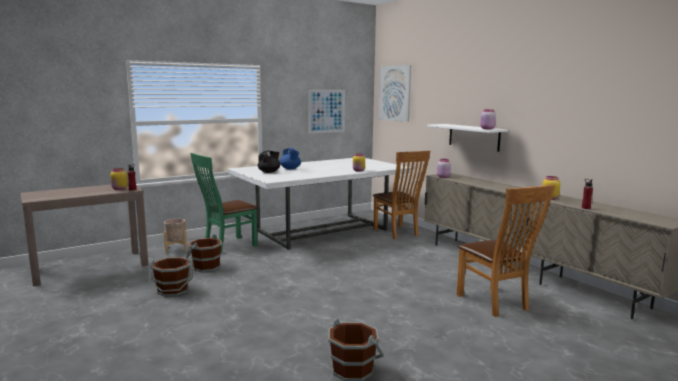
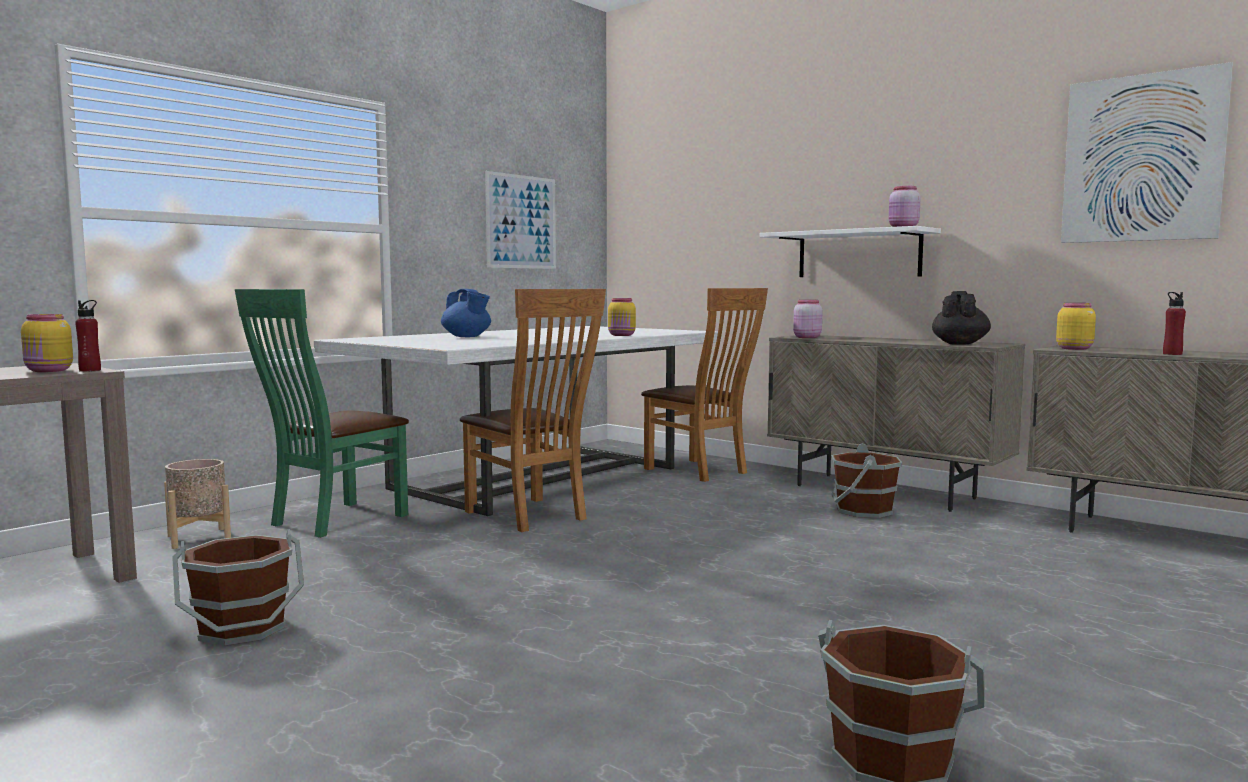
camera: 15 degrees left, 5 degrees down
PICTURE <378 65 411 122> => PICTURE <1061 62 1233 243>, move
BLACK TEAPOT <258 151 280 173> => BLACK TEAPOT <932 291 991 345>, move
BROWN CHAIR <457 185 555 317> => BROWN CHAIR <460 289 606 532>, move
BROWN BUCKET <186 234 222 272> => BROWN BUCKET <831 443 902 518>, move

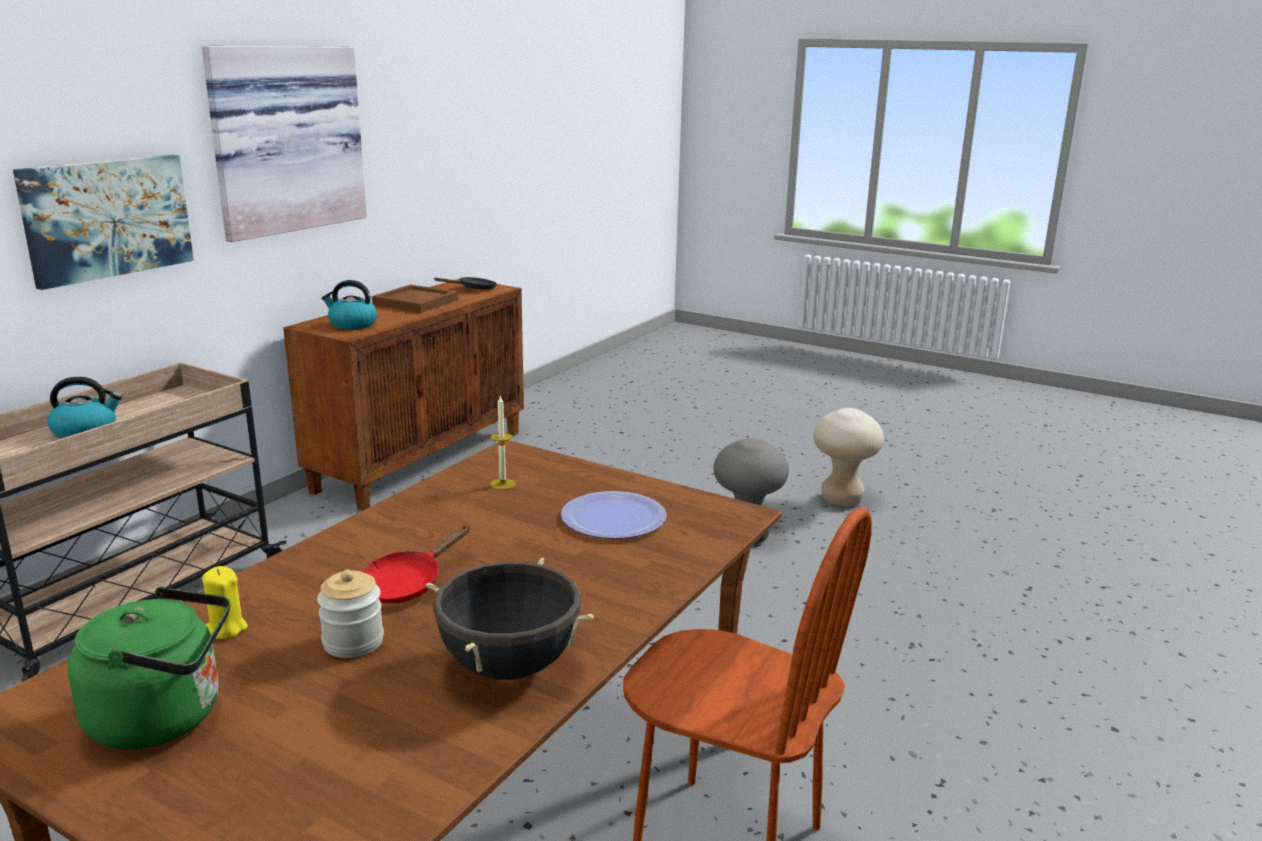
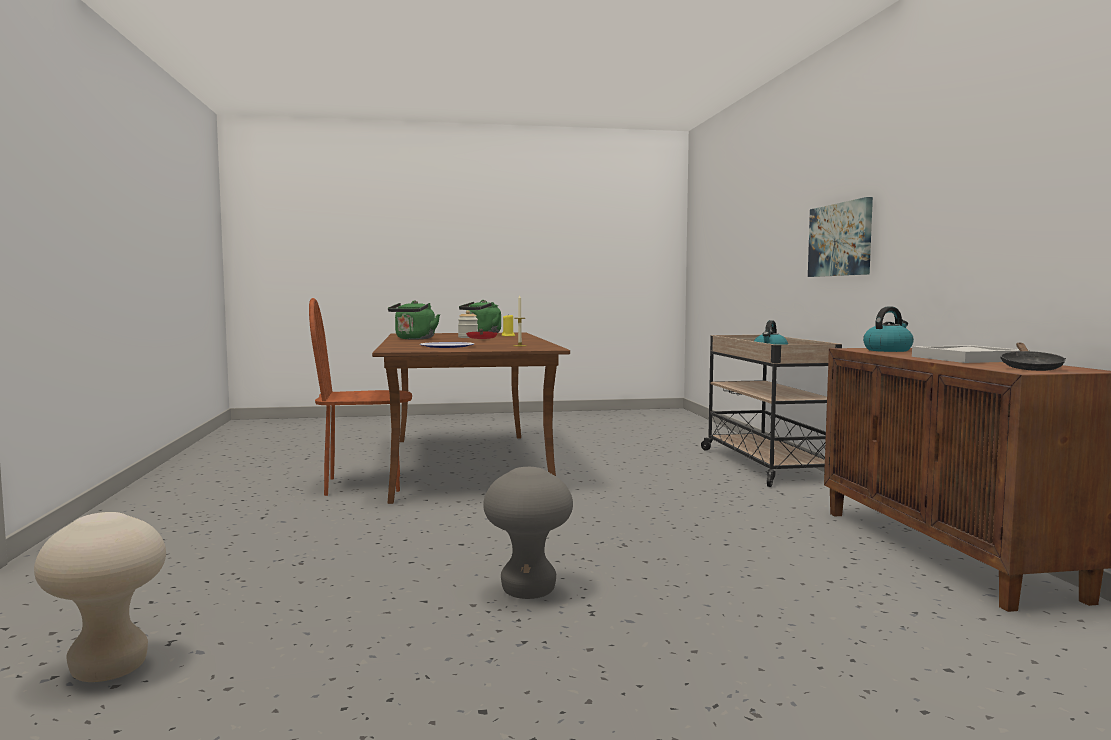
camera: 140 degrees right, 15 degrees down
PICTURE <202 46 367 242> => nothing
BROWN TRAY <372 284 458 313> => WHITE TRAY <912 345 1030 363>
BEIGE STOOL <813 408 884 507> => BEIGE STOOL <34 512 166 682>, move
BLACK COOKING POT <426 558 594 680> => GREEN KETTLE <388 300 440 339>

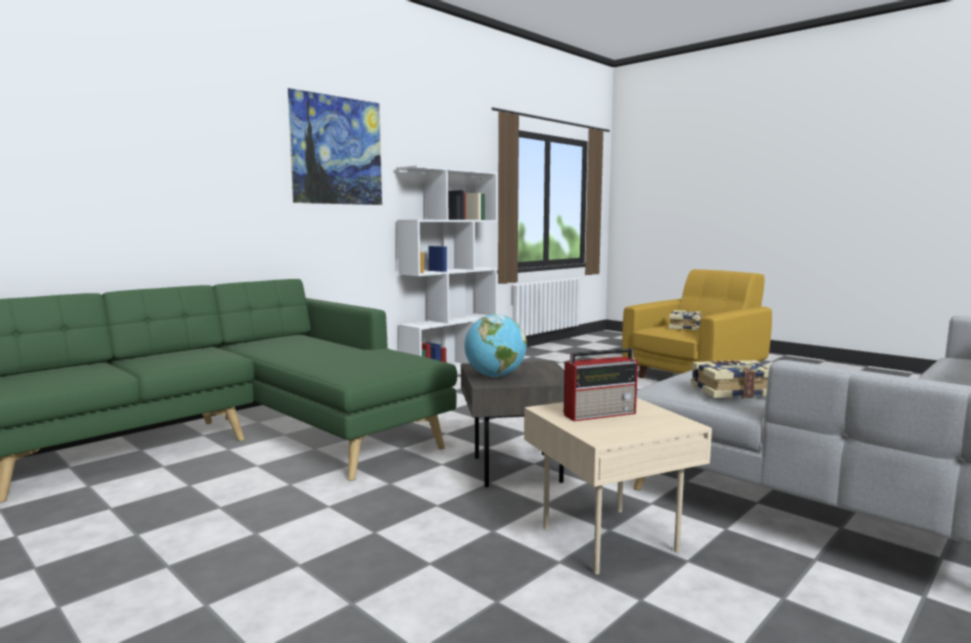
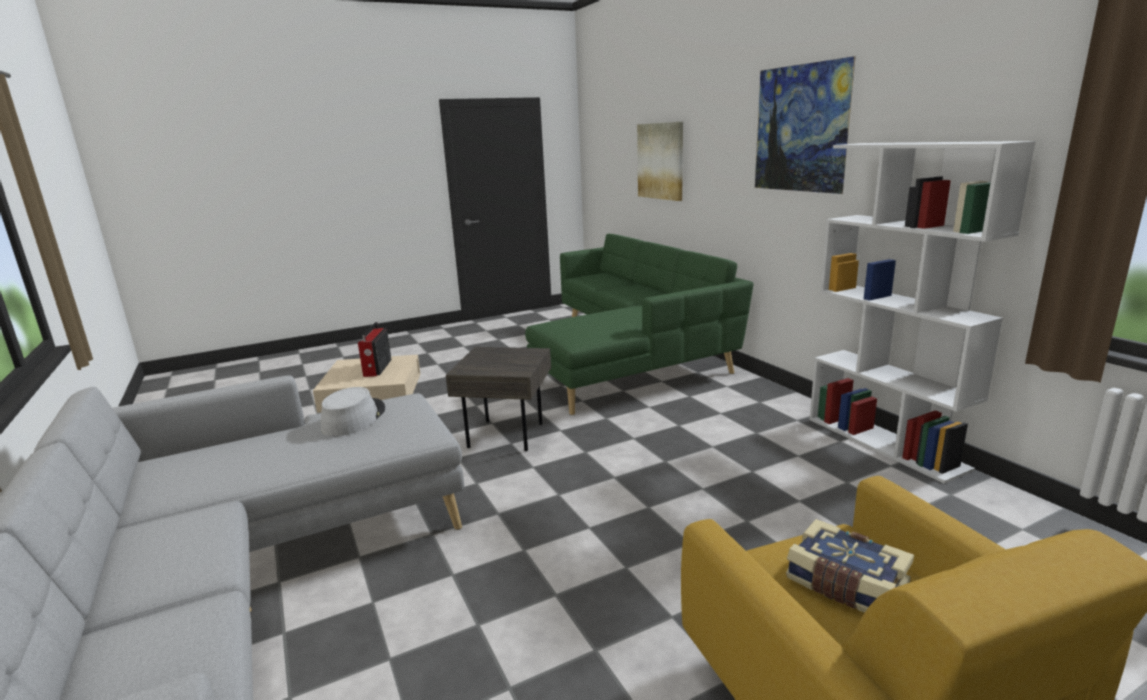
camera: 110 degrees right, 10 degrees up
GLOBE <464 314 527 377> => nothing
BOOK <691 360 770 398> => GREY HAT <321 387 385 436>
nothing => PICTURE <637 122 683 201>

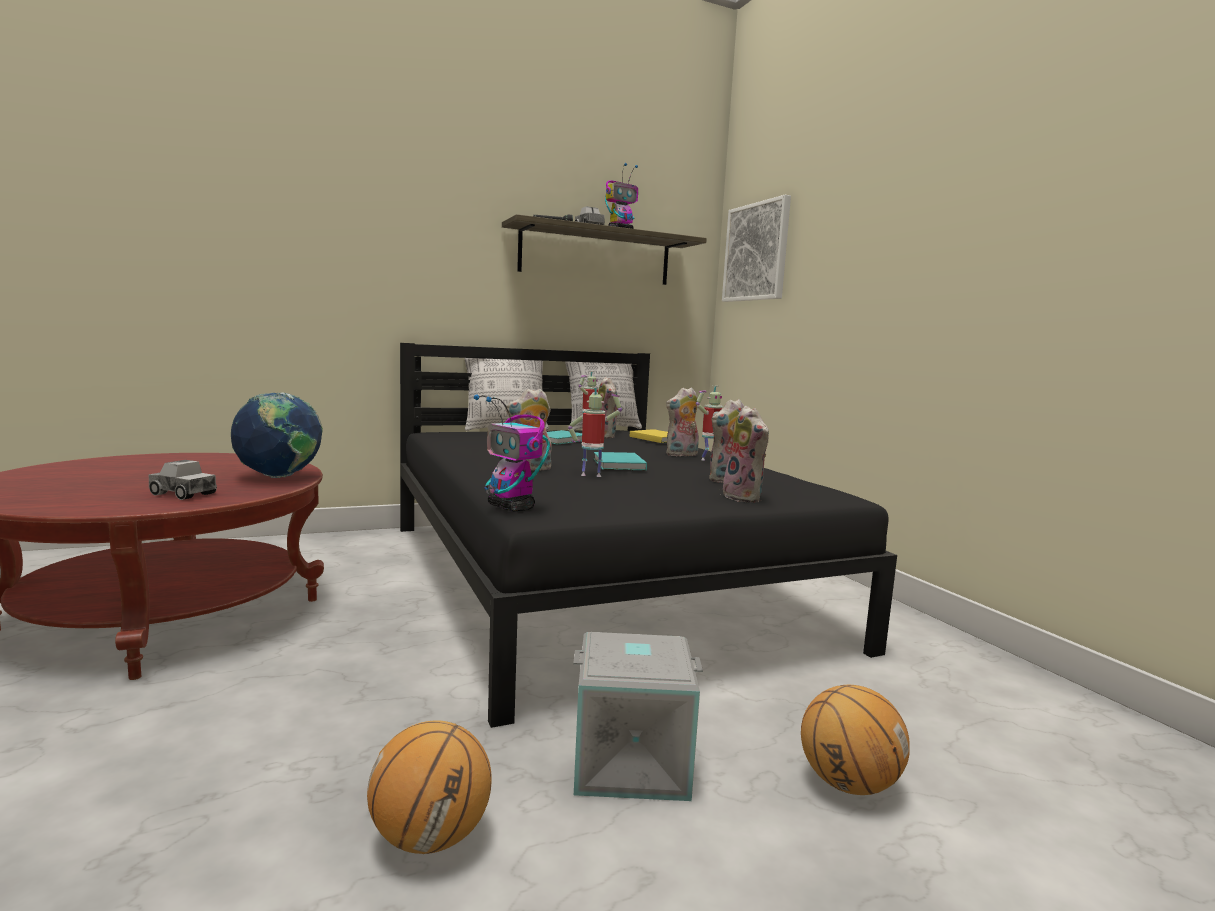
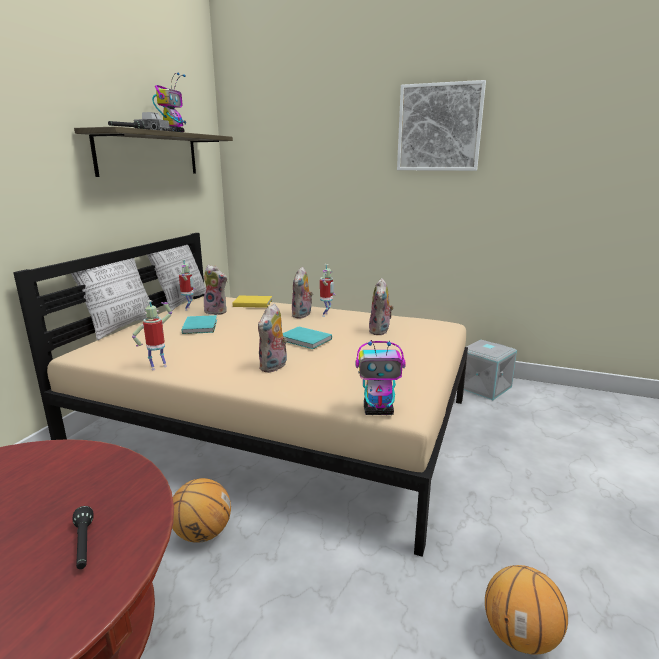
camera: 45 degrees left, 10 degrees up
PICTURE <722 195 791 302> => PICTURE <397 80 486 171>, move
BLACK BED <400 343 897 728> => BEIGE BED <13 233 468 557>
TOY ROBOT <568 387 622 477> => TOY ROBOT <132 300 172 370>, move
GLOBE <231 392 323 478> => nothing
PLUSH TOY <723 406 769 503> => nothing
TOY TRUCK <149 460 217 500> => BLACK FLASHLIGHT <73 506 93 569>
GREY STORAGE BOX <573 632 703 801> => GREY STORAGE BOX <464 339 517 400>, move
BASKETBALL <801 685 910 795> => BASKETBALL <172 478 231 543>, move

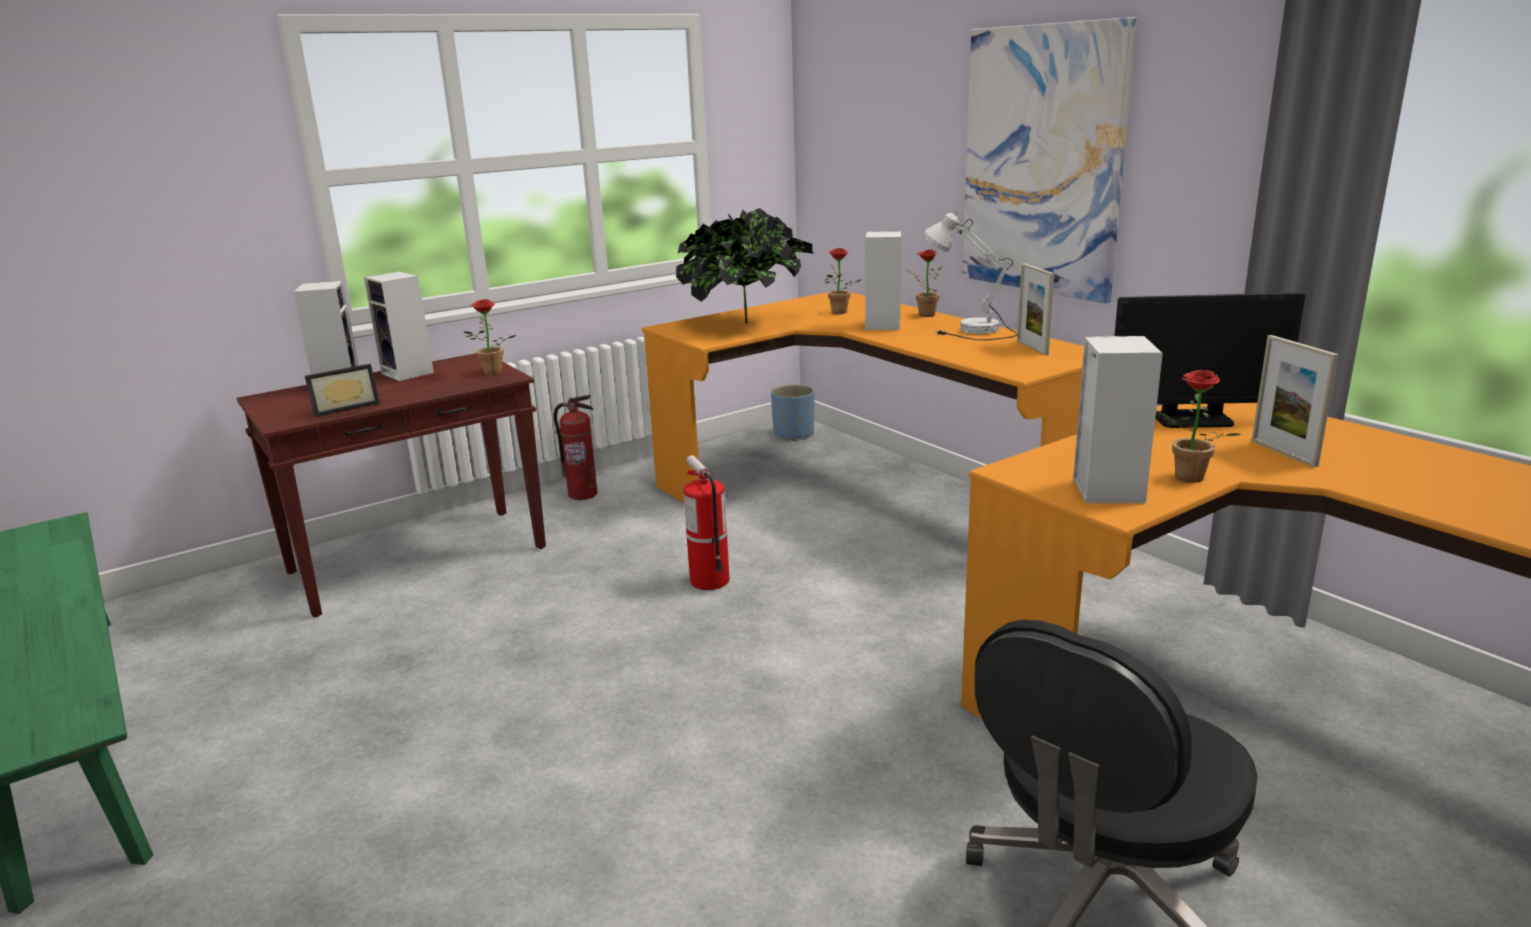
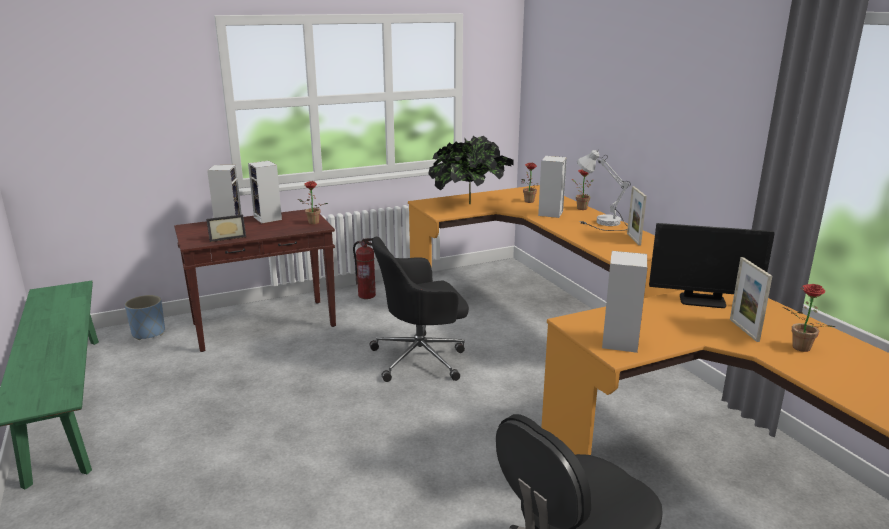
camera: 10 degrees right, 0 degrees up
PICTURE <962 17 1137 303> => nothing
POTTED PLANT <1157 370 1240 483> => POTTED PLANT <782 284 836 352>, move
BLUE PLANTER <771 384 815 441> => BLUE PLANTER <125 295 165 340>, move
FIRE EXTINGUISHER <684 455 729 590> => BLACK OFFICE CHAIR <370 236 469 382>

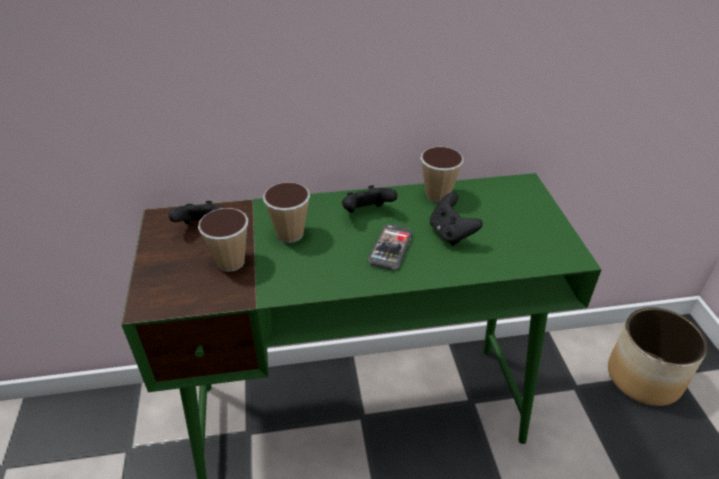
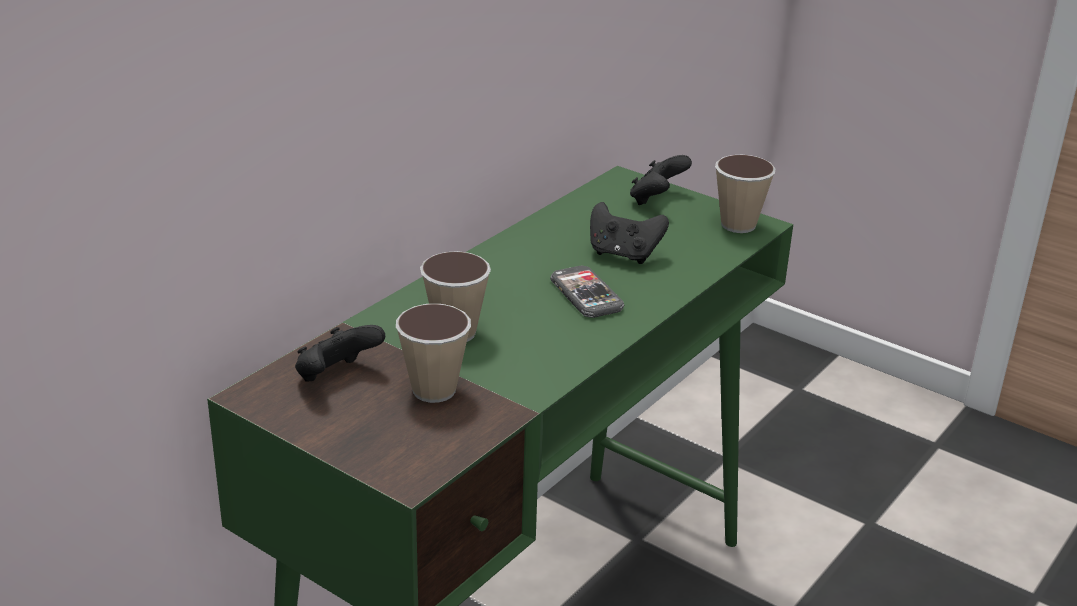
camera: 45 degrees left, 10 degrees down
CUP <420 146 464 203> => CUP <715 155 775 233>, move
BLACK GAME CONTROLLER <342 185 398 213> => BLACK GAME CONTROLLER <630 155 692 205>, move
PLANTER <608 307 707 406> => nothing

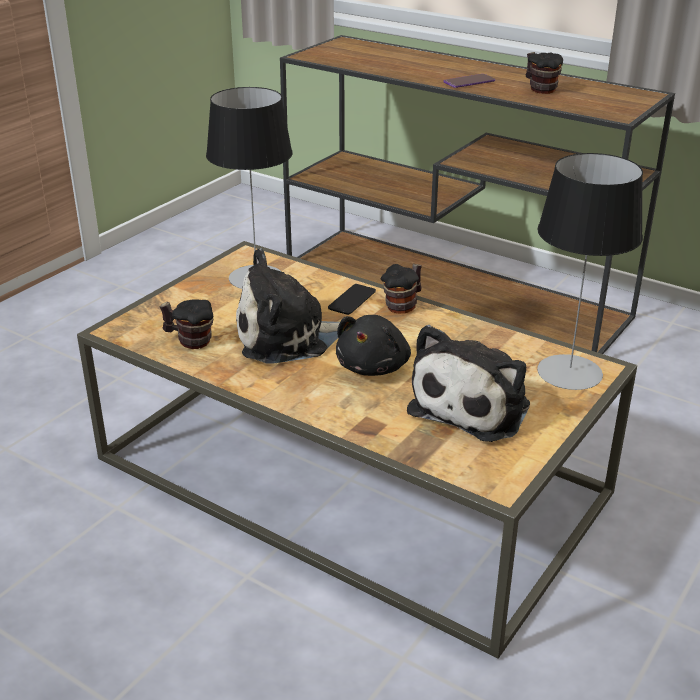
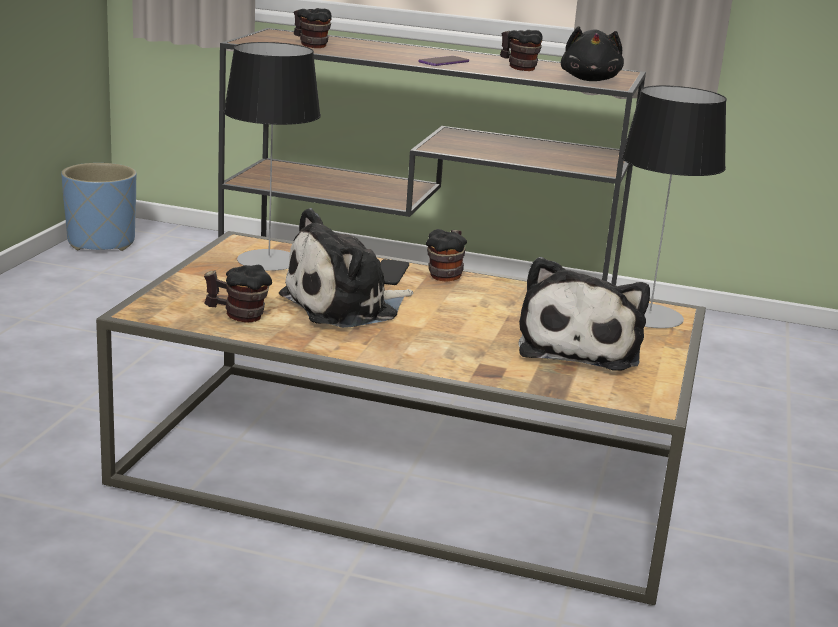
camera: 20 degrees left, 10 degrees down
BLACK PLUSH TOY <336 315 411 376> => BLACK PLUSH TOY <561 26 624 81>, move
nothing => MUG <294 8 332 48>
nothing => BLUE PLANTER <61 163 136 251>

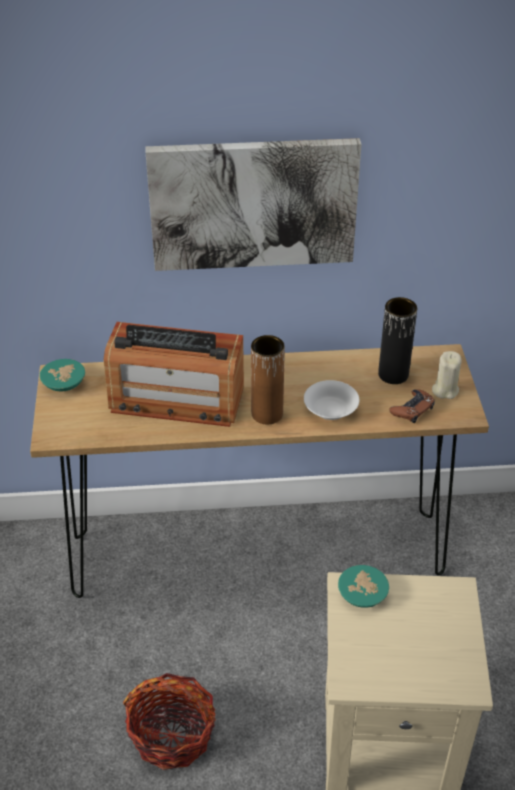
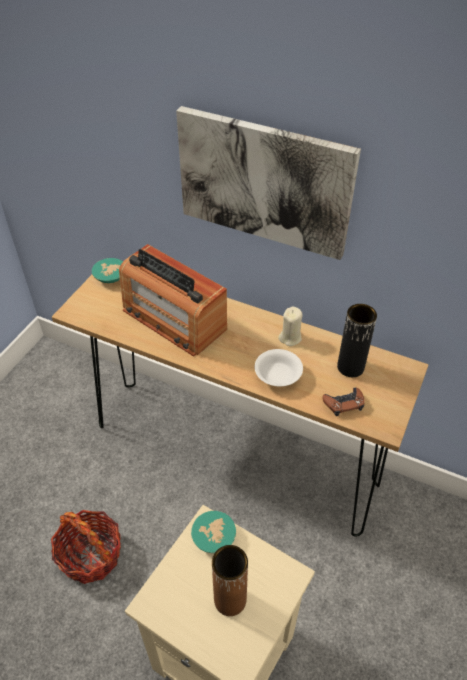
camera: 30 degrees right, 5 degrees up
BROWN VASE <251 335 285 425> => BROWN VASE <212 545 248 616>, move
BEIGE CANDLE <432 351 462 399> => BEIGE CANDLE <279 306 303 346>, move

